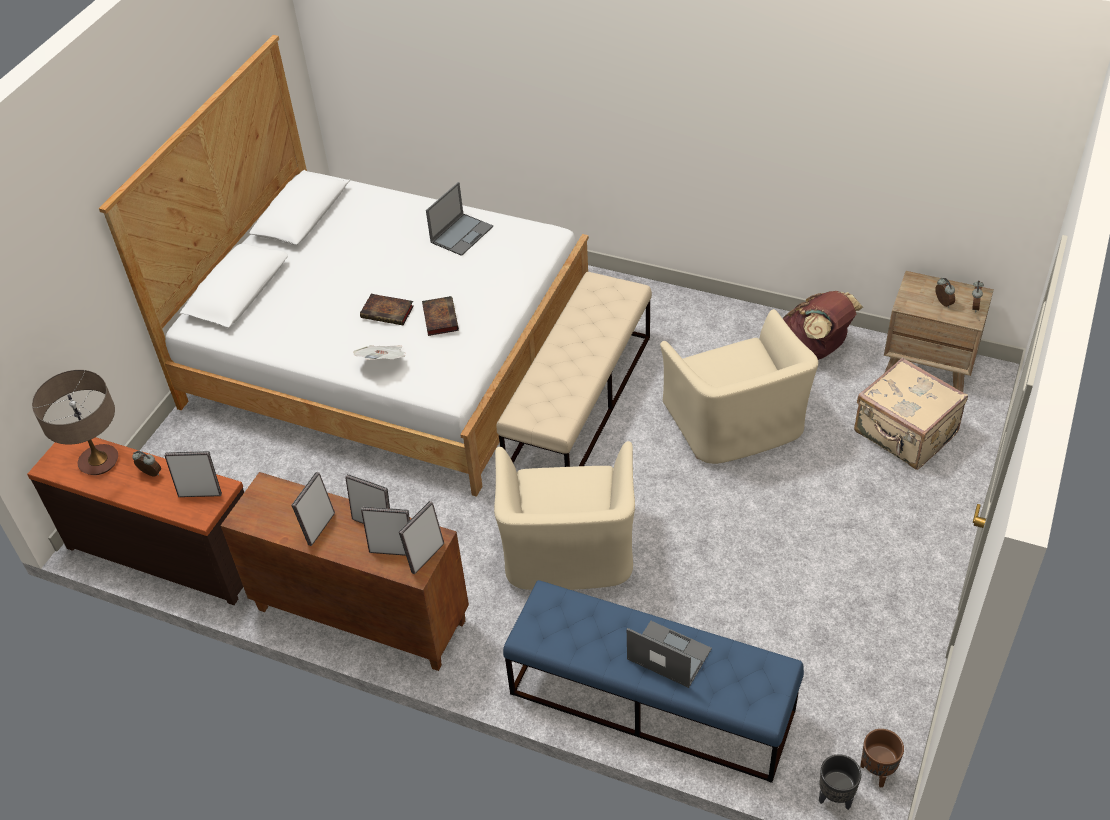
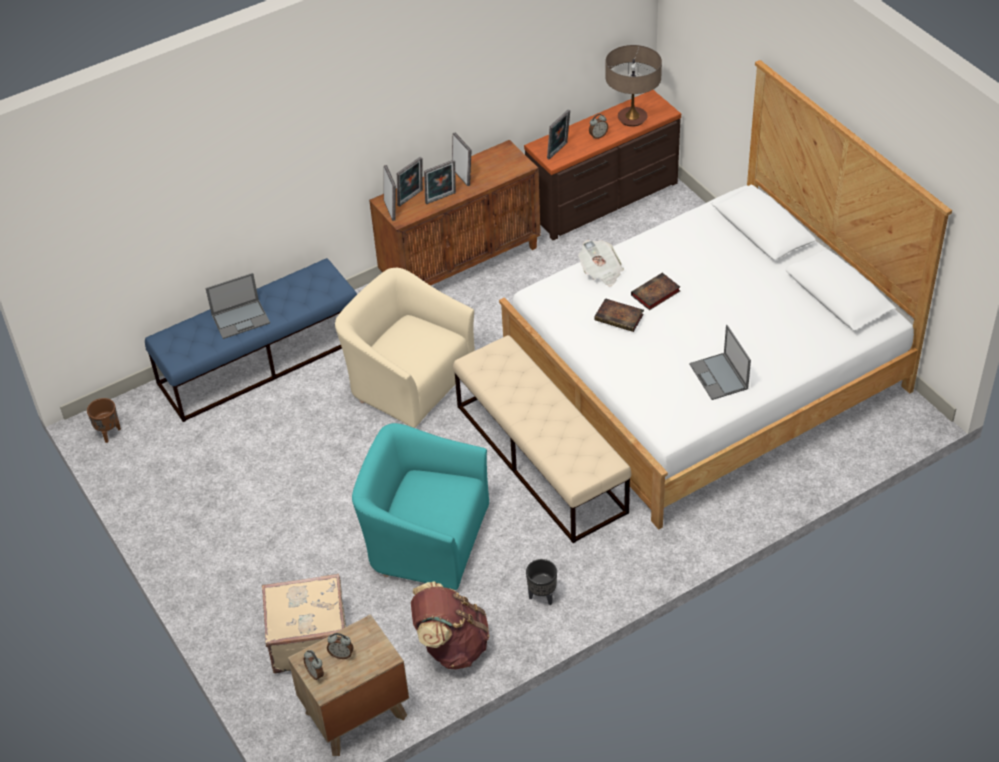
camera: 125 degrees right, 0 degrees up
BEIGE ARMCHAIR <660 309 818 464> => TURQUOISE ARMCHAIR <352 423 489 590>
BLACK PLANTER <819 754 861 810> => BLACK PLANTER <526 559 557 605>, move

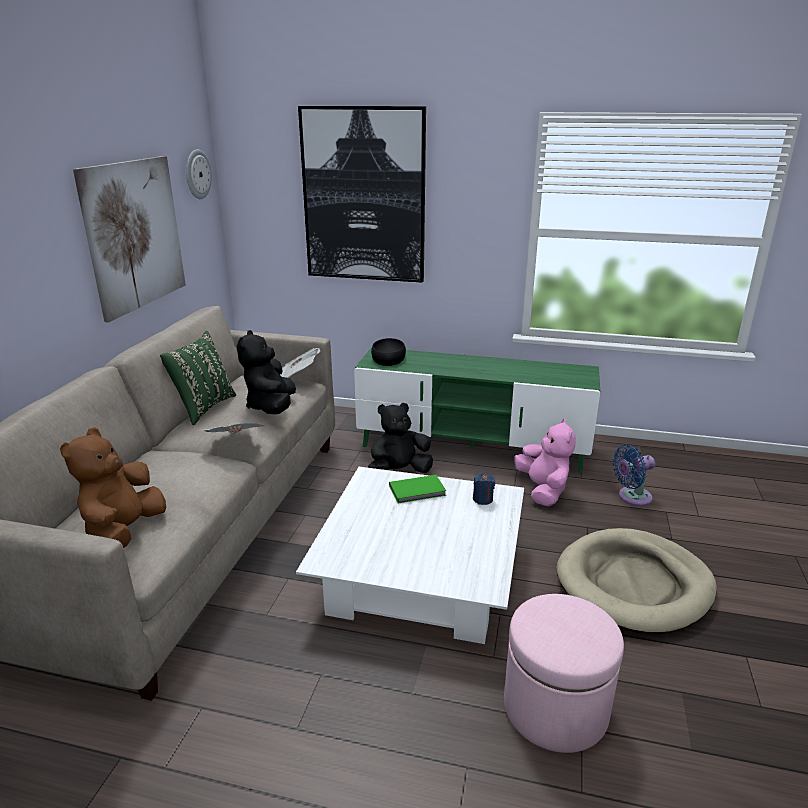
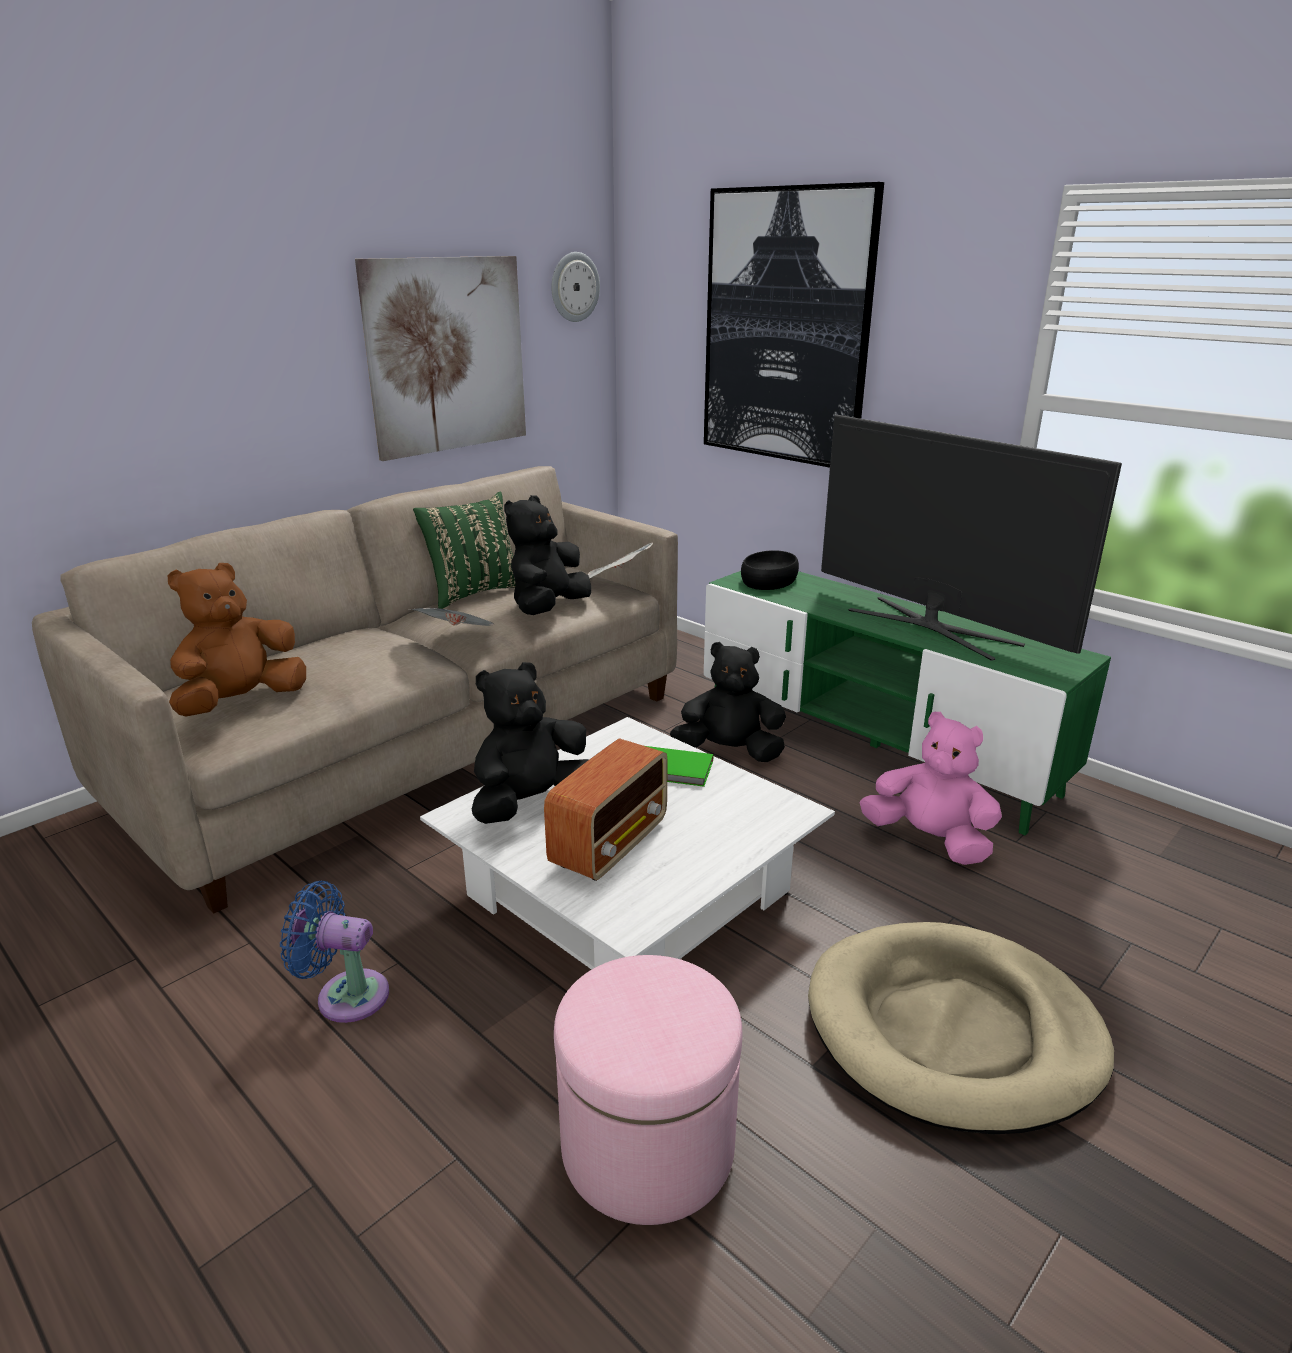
camera: 30 degrees right, 0 degrees up
PINK PLUSH TOY <514 419 576 507> => PINK PLUSH TOY <860 712 1002 865>, 75 degrees counterclockwise
BLUE FAN <612 445 655 506> => BLUE FAN <280 881 389 1023>, move
BLUE CANDLE <473 473 495 505> => nothing
nothing => TELEVISION <821 415 1122 661>
nothing => BLACK PLUSH TOY <472 662 588 824>
nothing => RADIO <544 739 668 881>

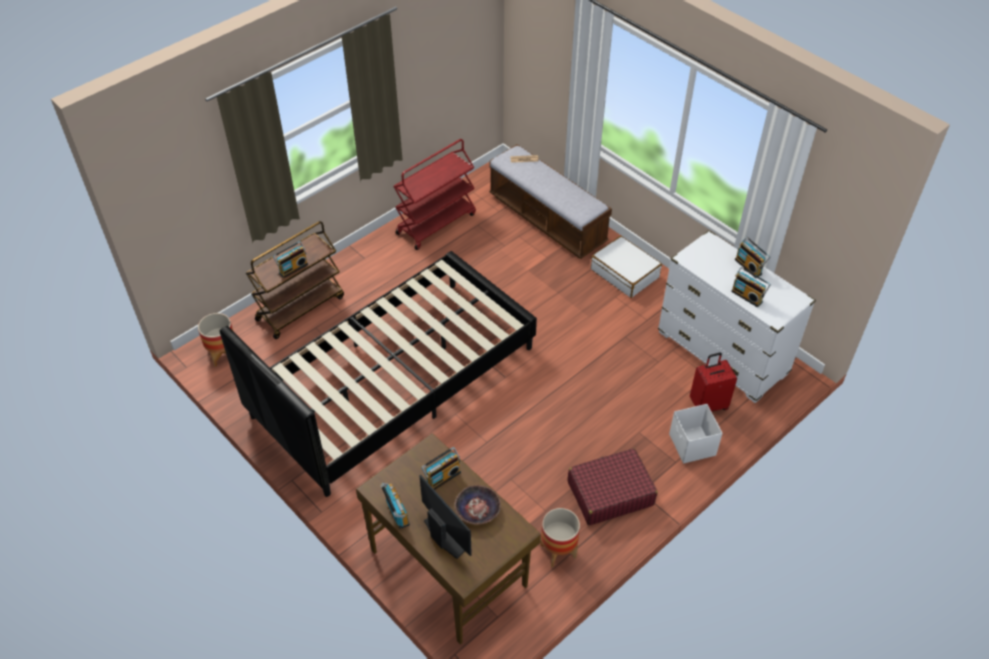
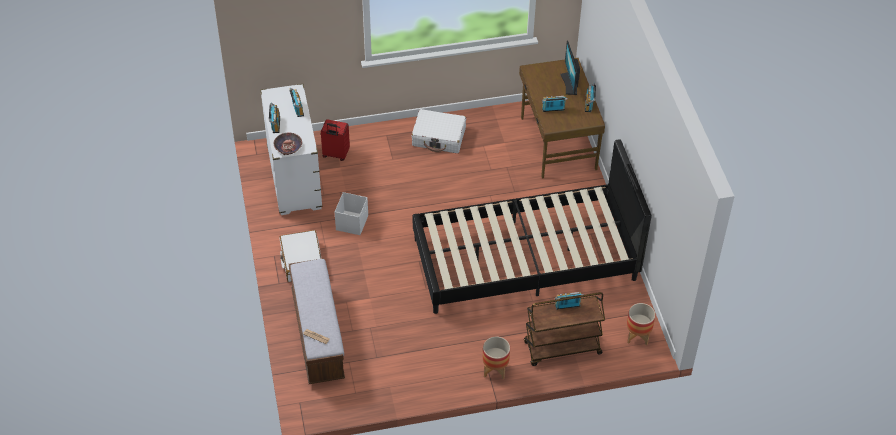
camera: 150 degrees left, 0 degrees up
RED CART <393 139 476 250> => nothing
WHITE STORAGE BOX <669 404 723 464> => WHITE STORAGE BOX <335 192 368 235>, move
RED SUITCASE <568 448 658 525> => WHITE SUITCASE <412 109 466 153>
BOWL <455 485 501 524> => BOWL <273 133 302 155>, move
PLANTER <540 508 580 568> => PLANTER <482 336 510 380>, move

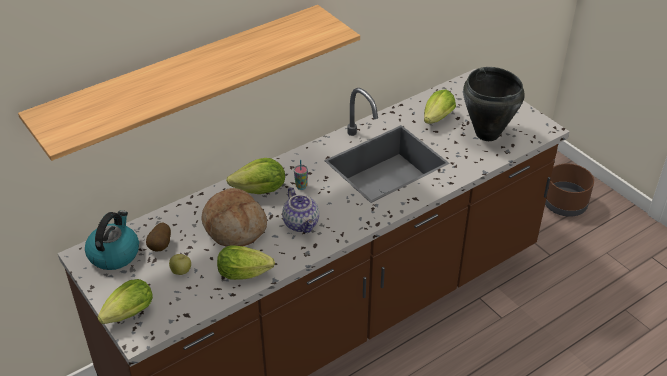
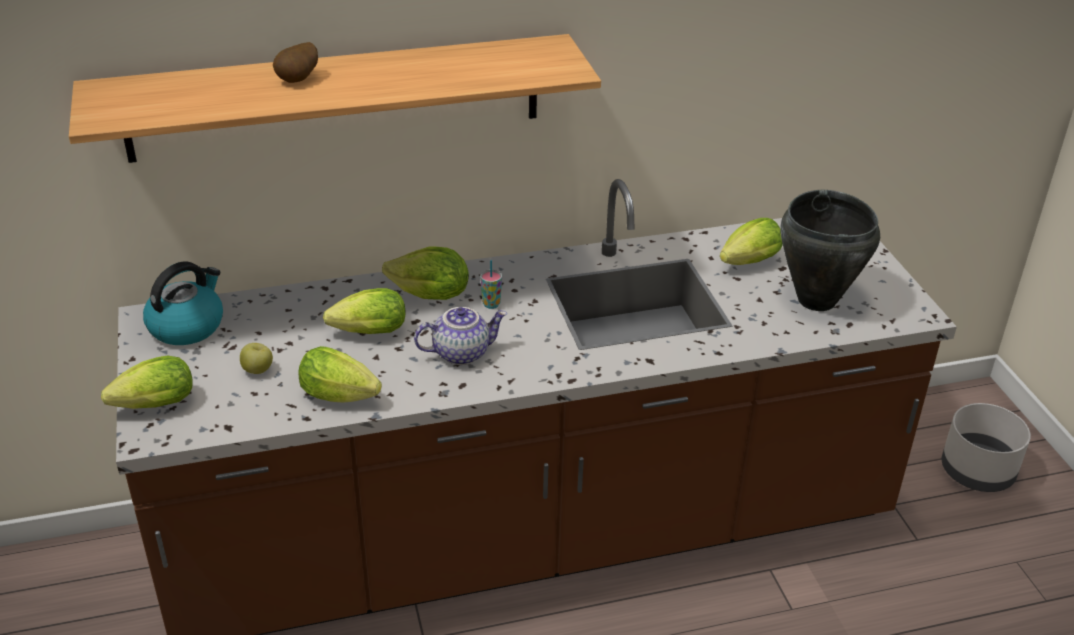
camera: 20 degrees right, 5 degrees down
BROWN PLANTER <545 163 594 217> => GREY PLANTER <942 403 1031 492>
TEAPOT <282 187 319 233> => TEAPOT <414 307 508 365>, 105 degrees counterclockwise
BREAD <201 188 267 247> => LETTUCE <323 288 406 334>
POTATO <146 222 171 251> => POTATO <273 42 318 83>, move

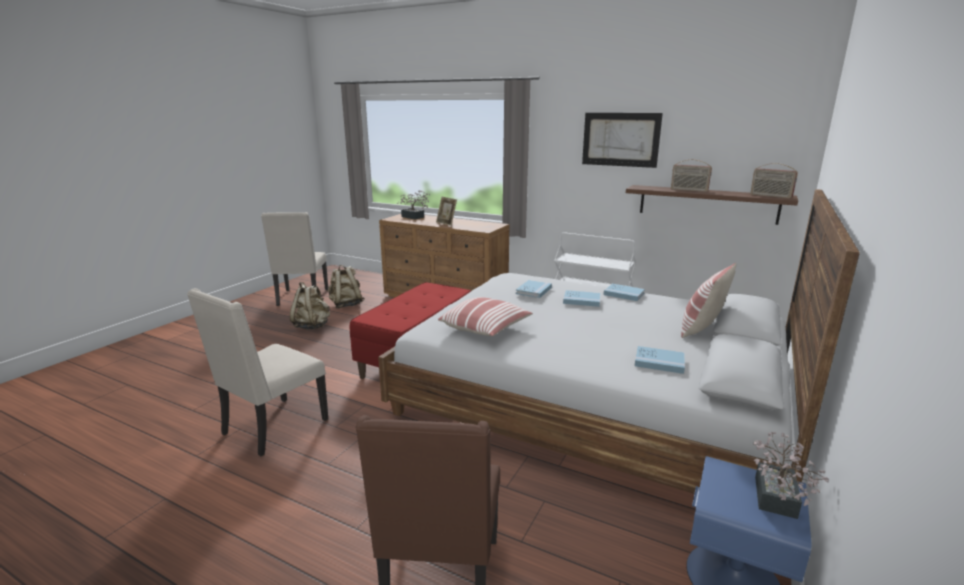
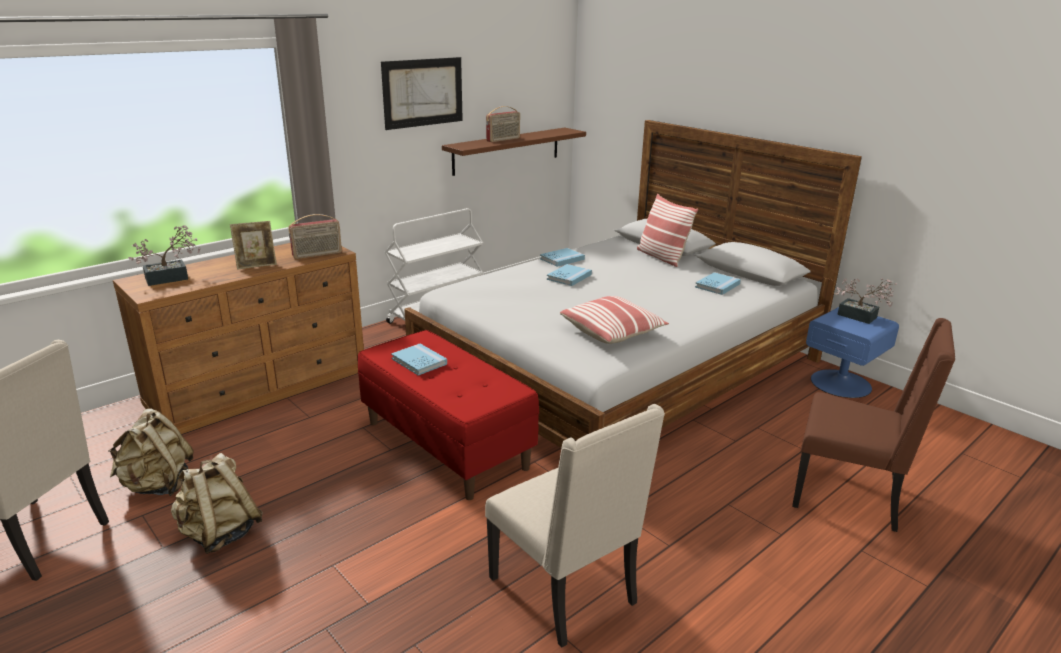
camera: 70 degrees left, 5 degrees up
RADIO <750 163 798 199> => RADIO <288 214 342 259>, move
BLUE BOOK <516 280 552 298> => BLUE BOOK <391 344 447 375>, move

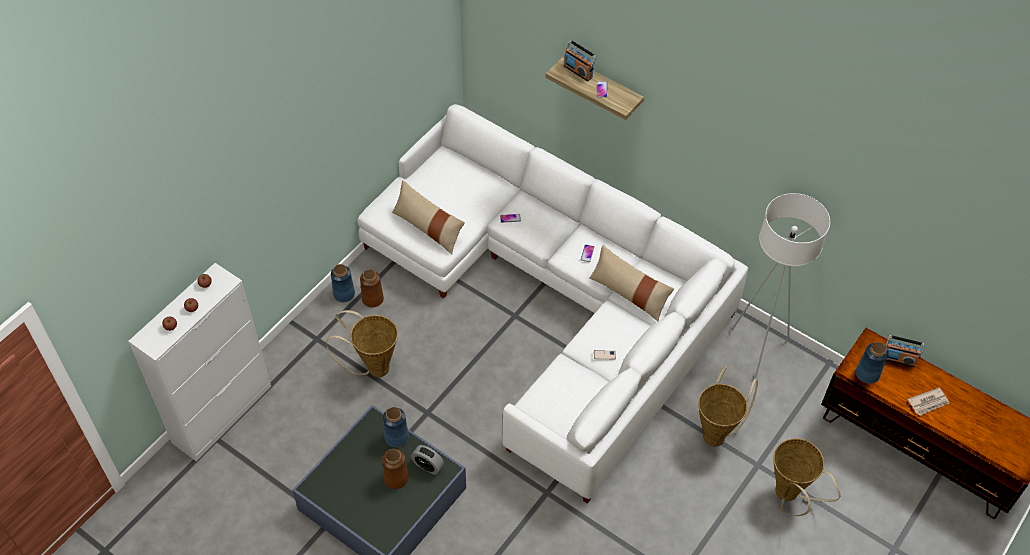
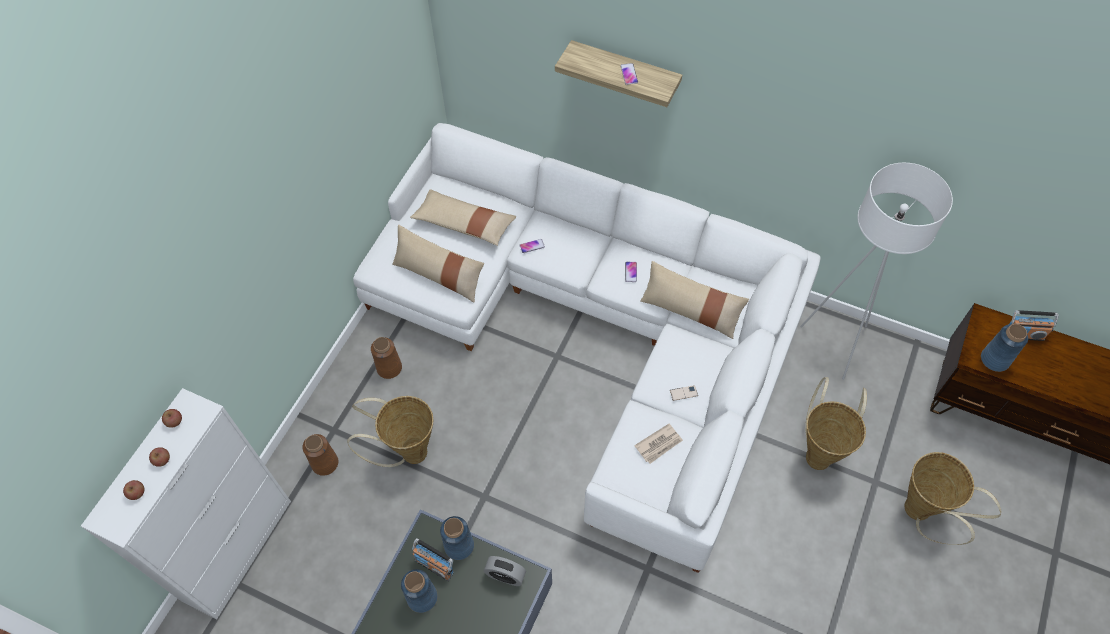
camera: 10 degrees left, 5 degrees up
RADIO <564 40 597 81> => RADIO <412 538 454 581>, move
BLUE VASE <331 264 355 302> => BLUE VASE <401 569 438 613>, move
NEWSPAPER <908 388 949 416> => NEWSPAPER <634 424 683 464>, move
BROWN VASE <382 449 409 489> => BROWN VASE <303 434 338 476>, move
nothing => BEIGE PILLOW <410 189 516 246>

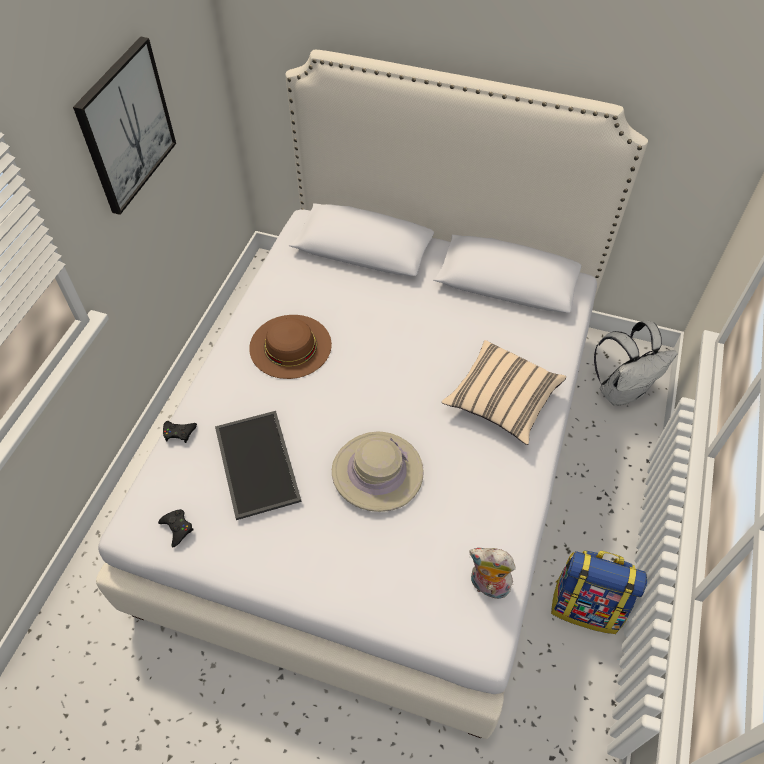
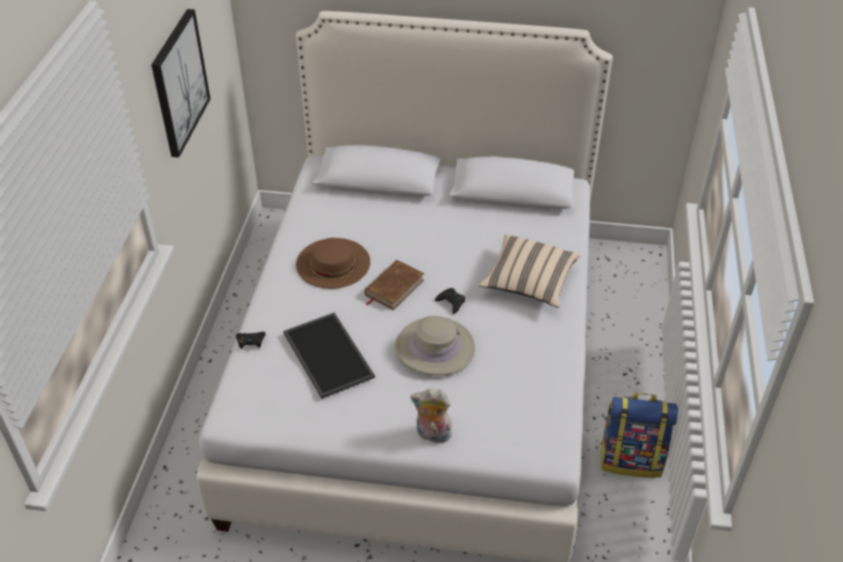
camera: 10 degrees left, 10 degrees down
WHITE BACKPACK <594 321 678 406> => nothing
BLACK GAME CONTROLLER <158 509 194 547> => BLACK GAME CONTROLLER <435 288 465 314>, move
PLUSH TOY <469 548 516 599> => PLUSH TOY <410 389 452 443>, move
nothing => BROWN BOOK <365 260 424 310>

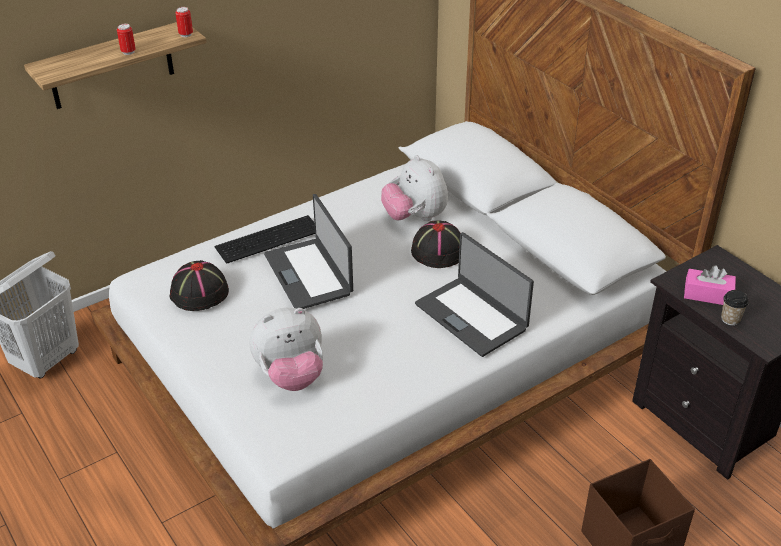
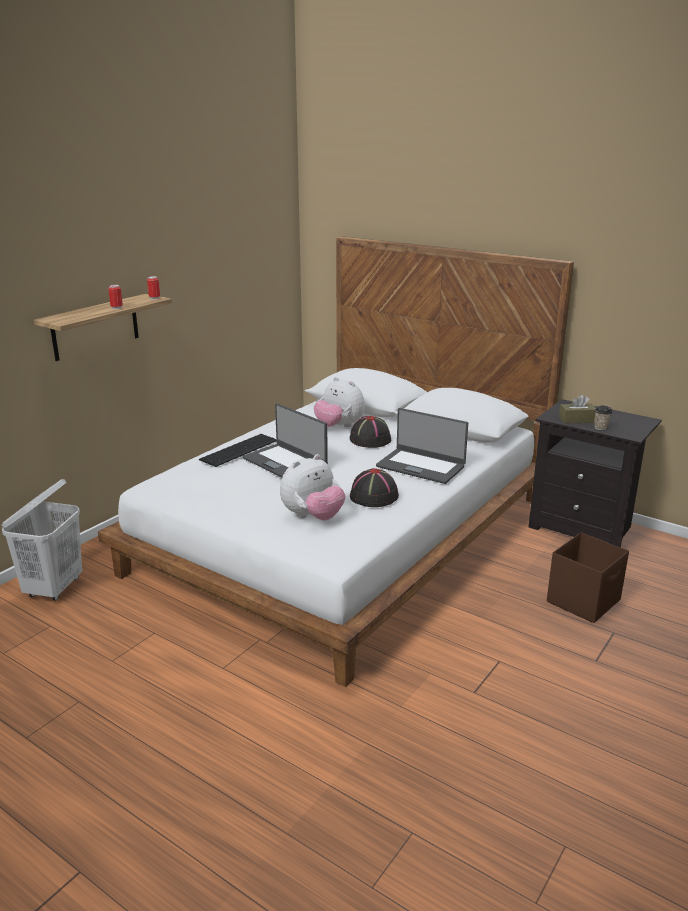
camera: 20 degrees left, 15 degrees down
BLACK HAT <170 260 229 311> => BLACK HAT <350 468 399 507>, move
PINK TISSUE BOX <684 265 736 305> => BROWN TISSUE BOX <559 394 596 424>

